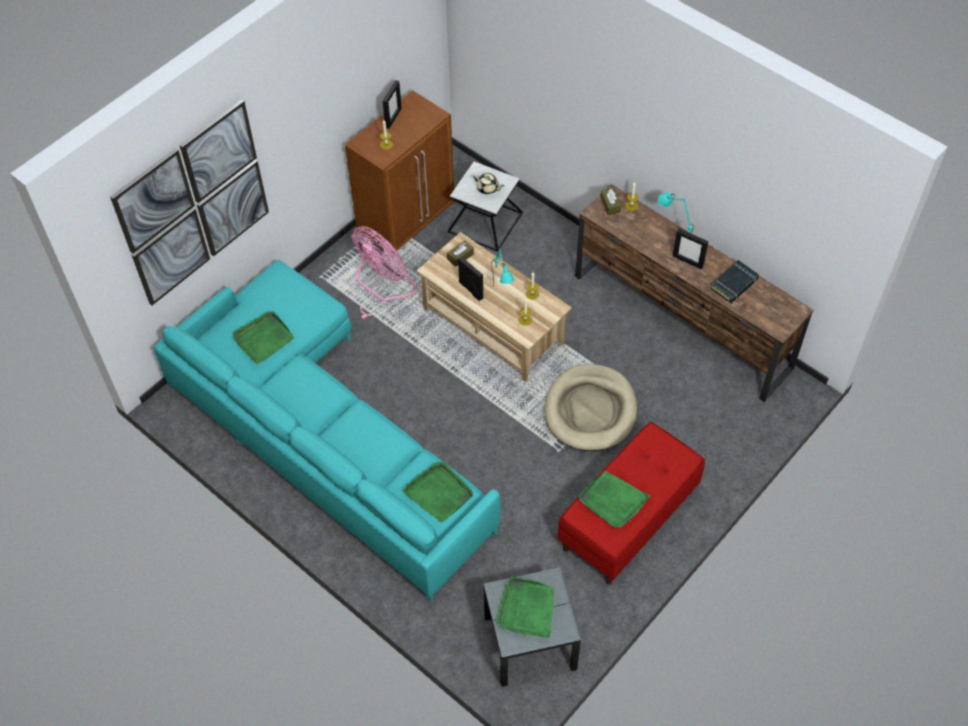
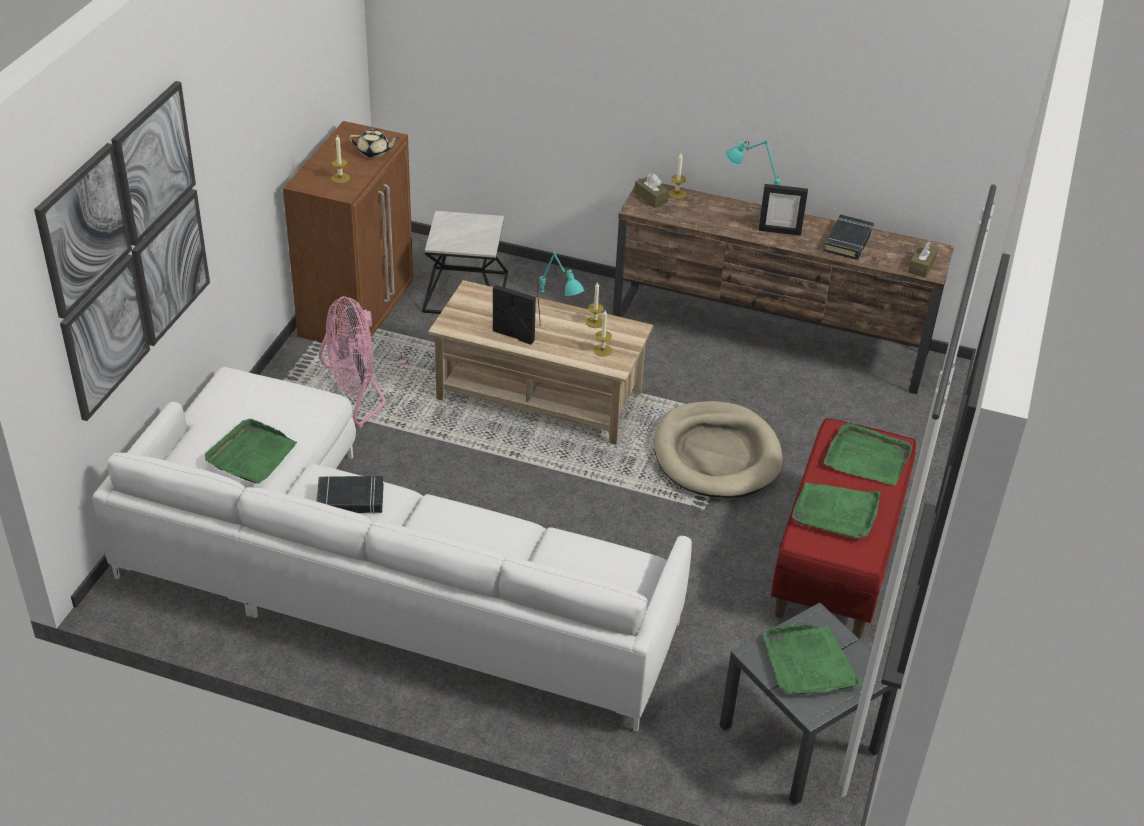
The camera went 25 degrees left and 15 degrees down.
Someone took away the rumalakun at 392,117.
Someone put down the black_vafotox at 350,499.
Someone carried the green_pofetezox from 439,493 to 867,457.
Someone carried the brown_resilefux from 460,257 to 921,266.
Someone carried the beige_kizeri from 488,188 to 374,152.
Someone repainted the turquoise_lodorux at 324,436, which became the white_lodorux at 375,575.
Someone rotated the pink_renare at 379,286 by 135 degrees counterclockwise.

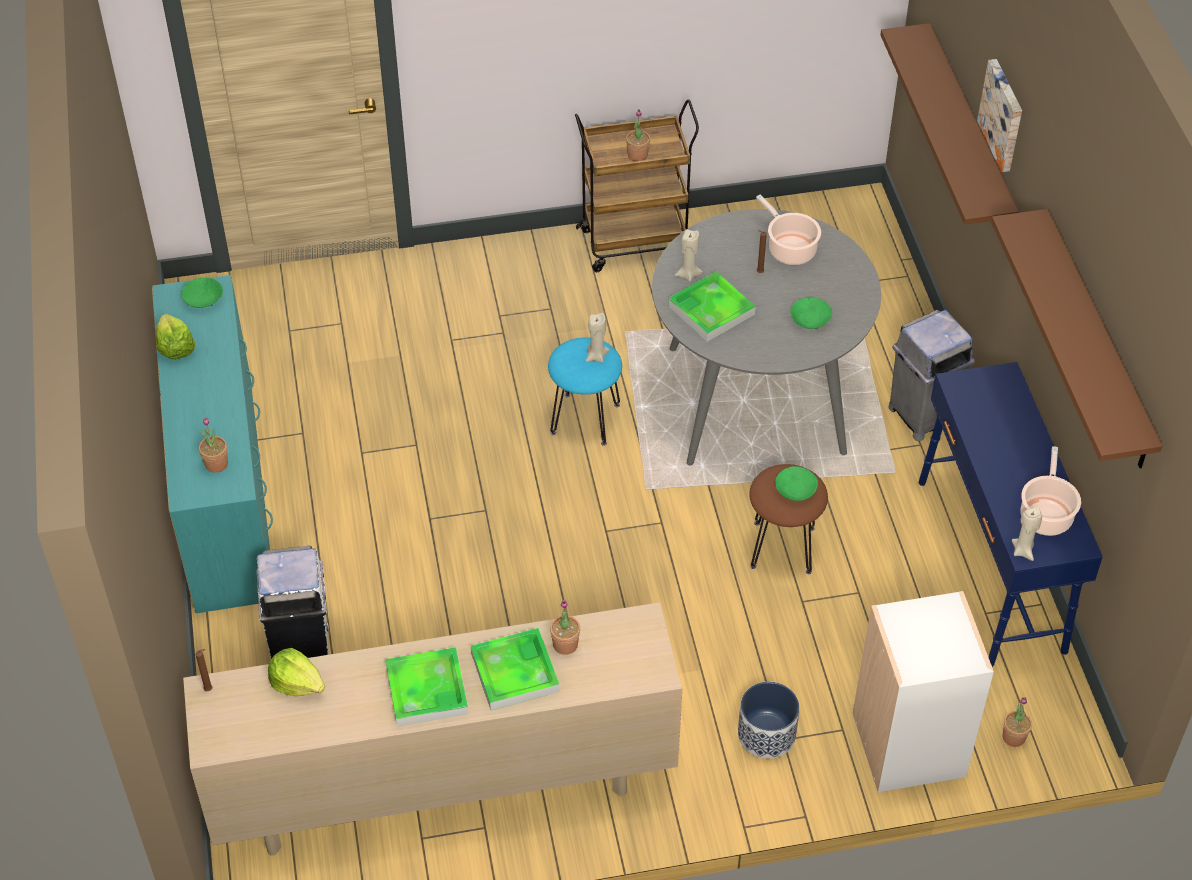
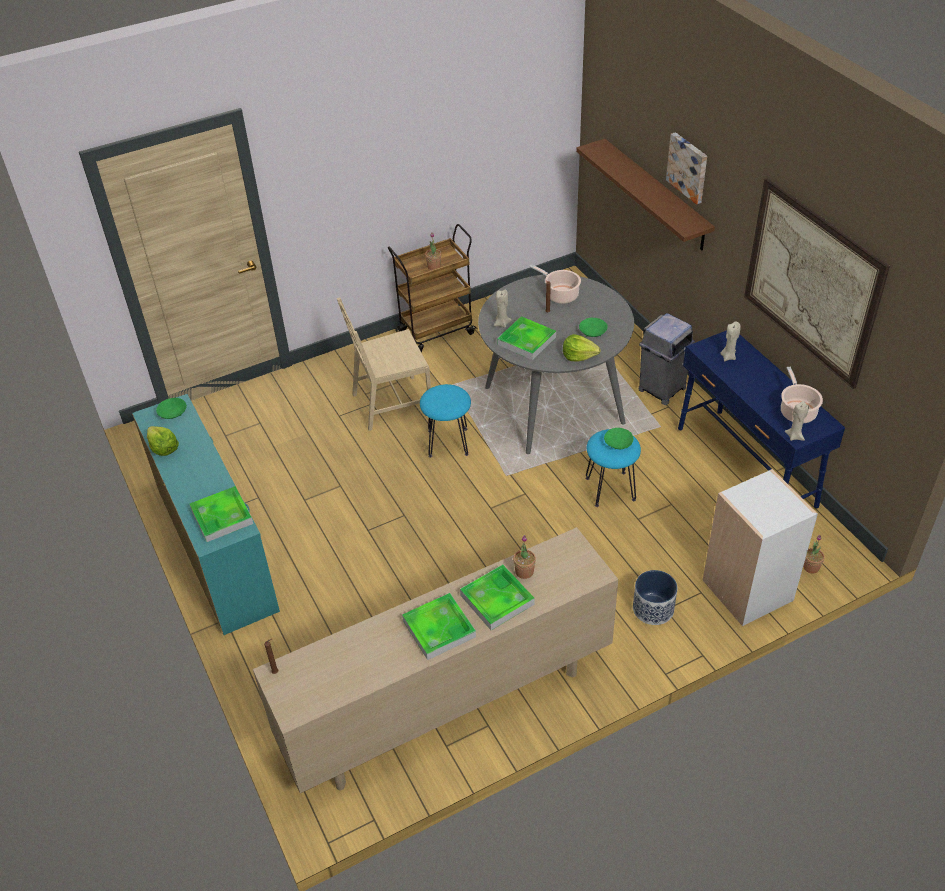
The camera went 15 degrees left and 5 degrees down.
Someone took away the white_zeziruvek at 302,650.
Someone put down the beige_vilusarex at 391,404.
Someone carried the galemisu from 297,683 to 579,356.
Someone carried the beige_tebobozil from 596,356 to 728,357.
Someone swapped the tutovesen at 216,464 for the pofetezox at 222,516.
Someone swapped the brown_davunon at 1096,341 for the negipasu at 811,282.
Someone repainted the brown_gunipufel at 782,547, which became the turquoise_gunipufel at 610,489.

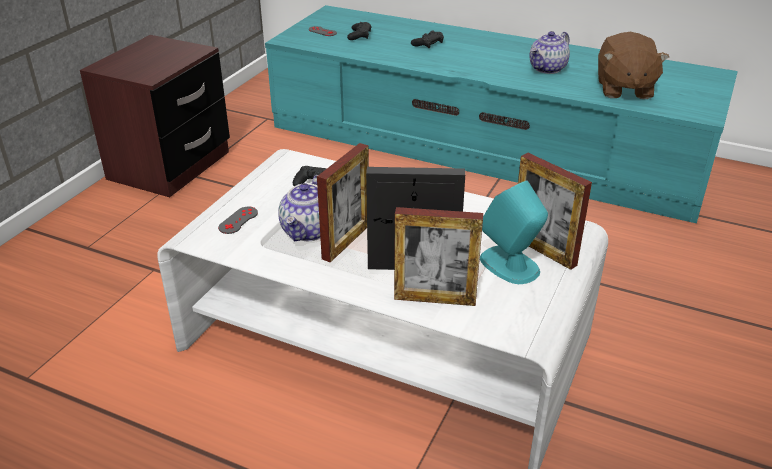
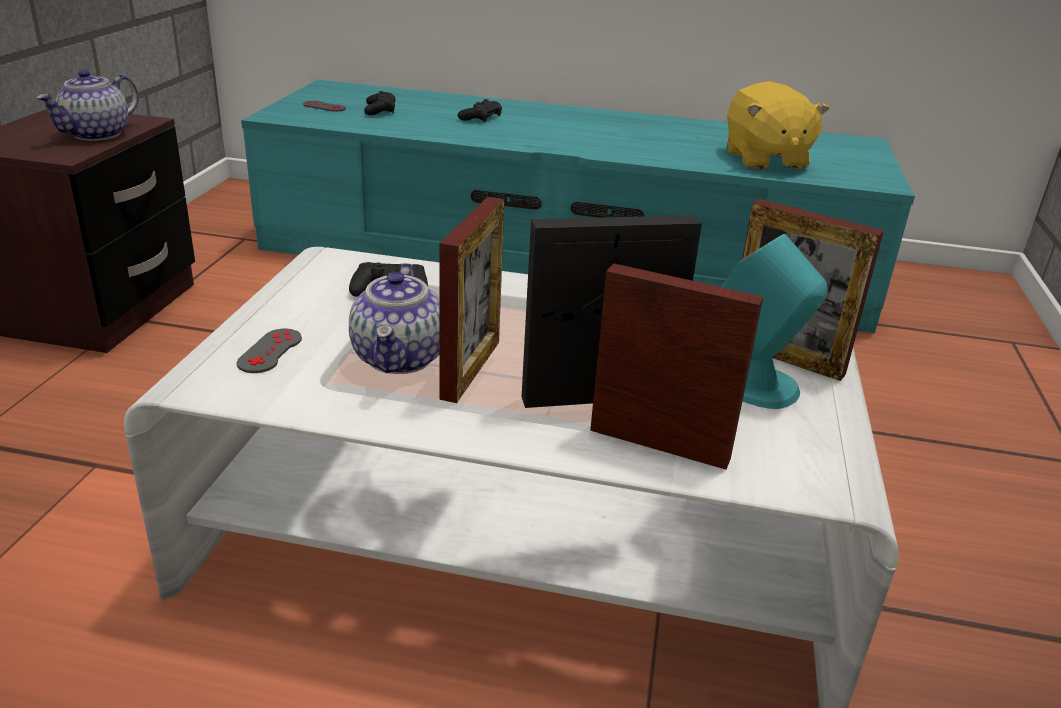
The camera went 15 degrees left and 5 degrees down.
Someone carried the kizeri from 548,69 to 97,134.
Someone repainted the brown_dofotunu at 623,89, which became the yellow_dofotunu at 765,159.
Someone rotated the rumalakun at 435,299 by 150 degrees counterclockwise.

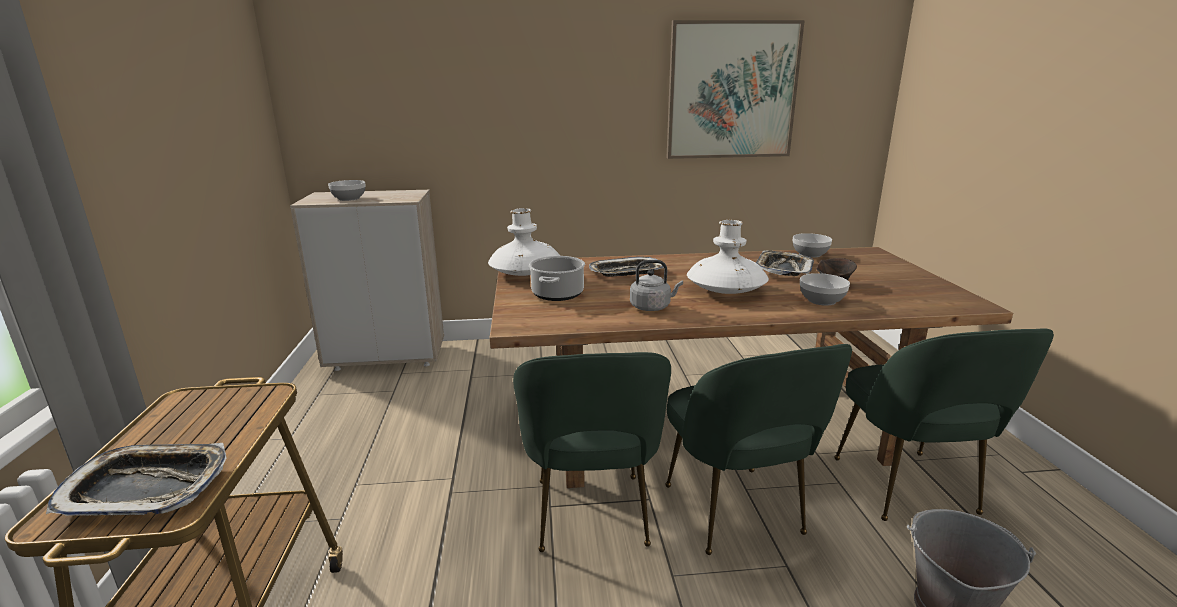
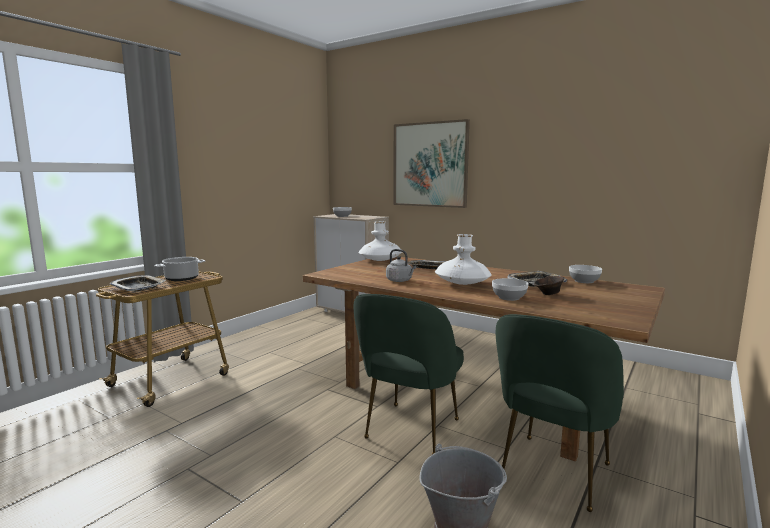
The camera went 40 degrees right and 10 degrees down.
Someone took away the green_vilusarex at 591,521.
Someone carried the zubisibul from 558,294 to 181,278.
Someone carried the negipasu from 732,91 to 430,164.

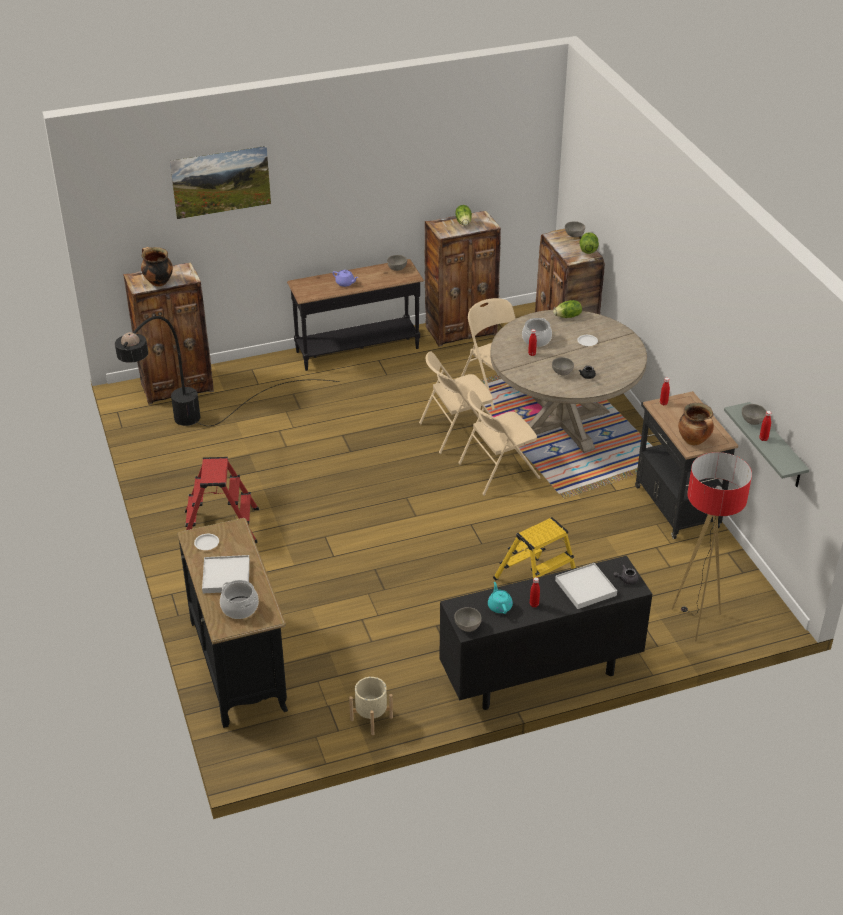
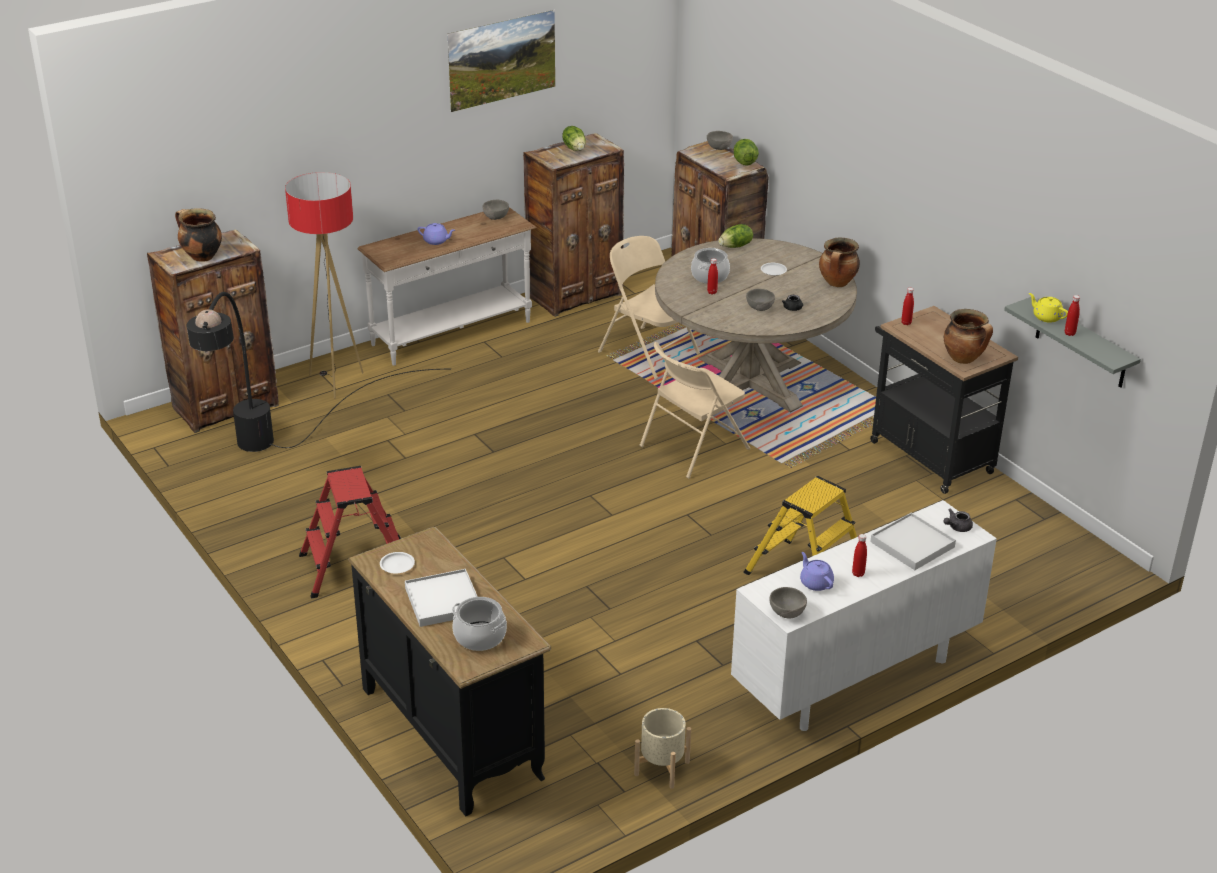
The camera went 15 degrees left and 5 degrees down.
Someone took away the beige_vilusarex at 457,431.
Someone put down the zubisibul at 837,283.
Someone carried the negipasu from 223,197 to 503,80.
Someone carried the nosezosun from 695,621 to 335,381.
Someone swapped the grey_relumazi at 752,421 for the yellow_kizeri at 1046,317.
Someone repainted the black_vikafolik at 358,350, which became the white_vikafolik at 452,334.
Someone repainted the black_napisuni at 539,676, which became the white_napisuni at 855,678.
Someone repainted the turquoise_kizeri at 499,606, which became the purple_kizeri at 815,583.

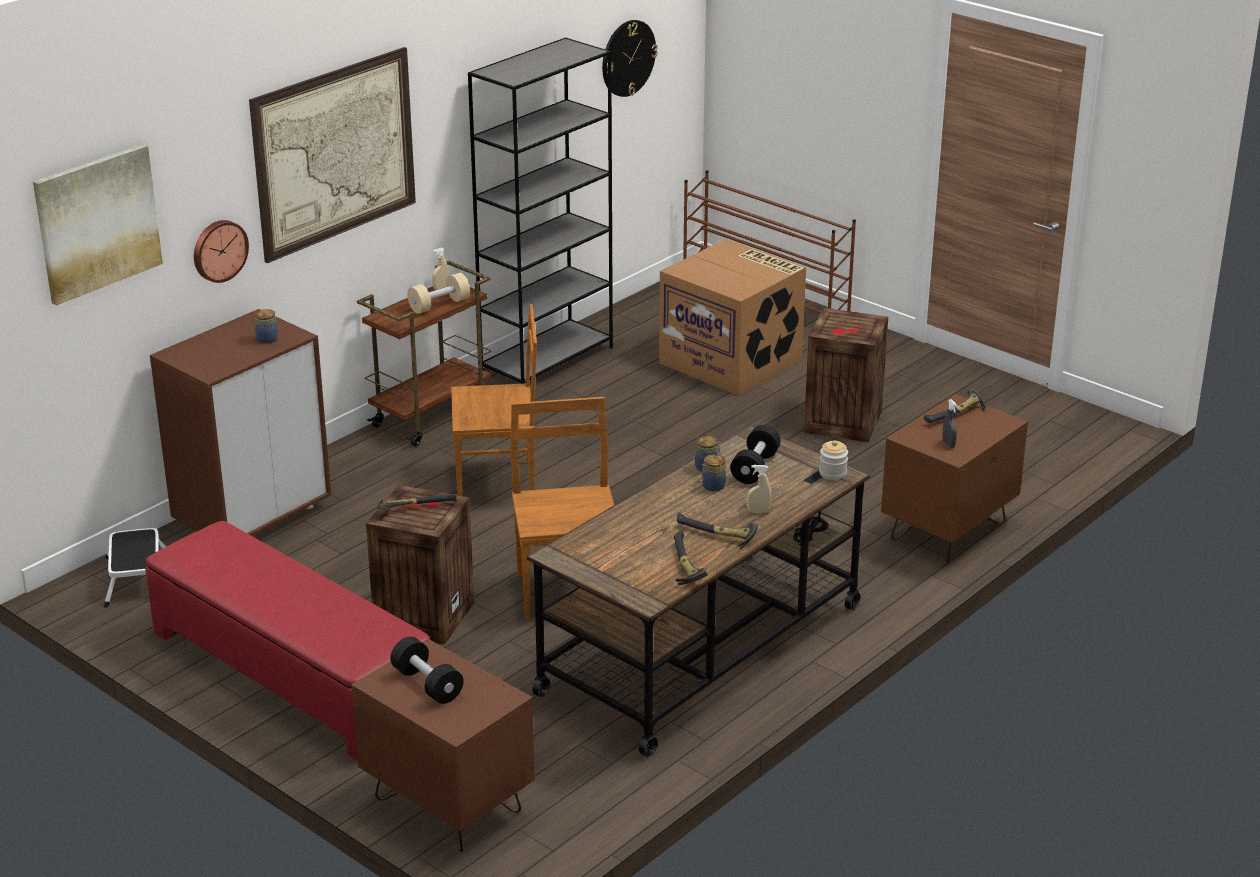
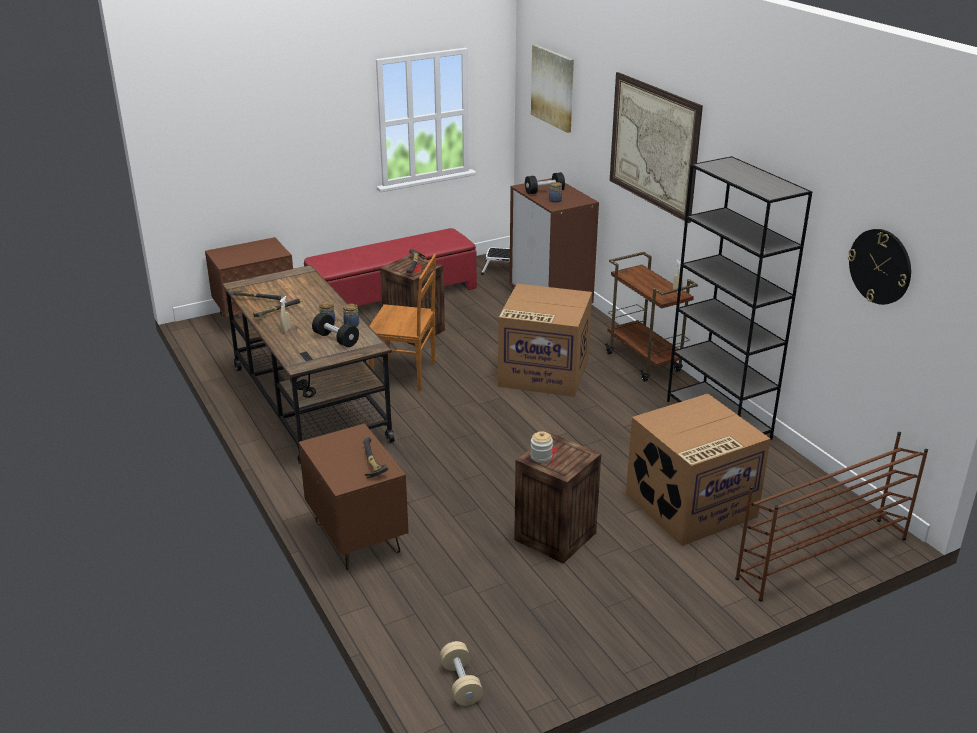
The camera went 110 degrees right and 0 degrees up.
Someone took away the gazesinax at 219,250.
Someone took away the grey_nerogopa at 948,444.
Someone carried the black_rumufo from 427,684 to 544,191.
Someone carried the beige_rumufo from 439,305 to 461,683.
Someone carried the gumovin from 832,473 to 541,457.
Someone swapped the brown_vilusarex at 498,484 for the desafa at 542,373.

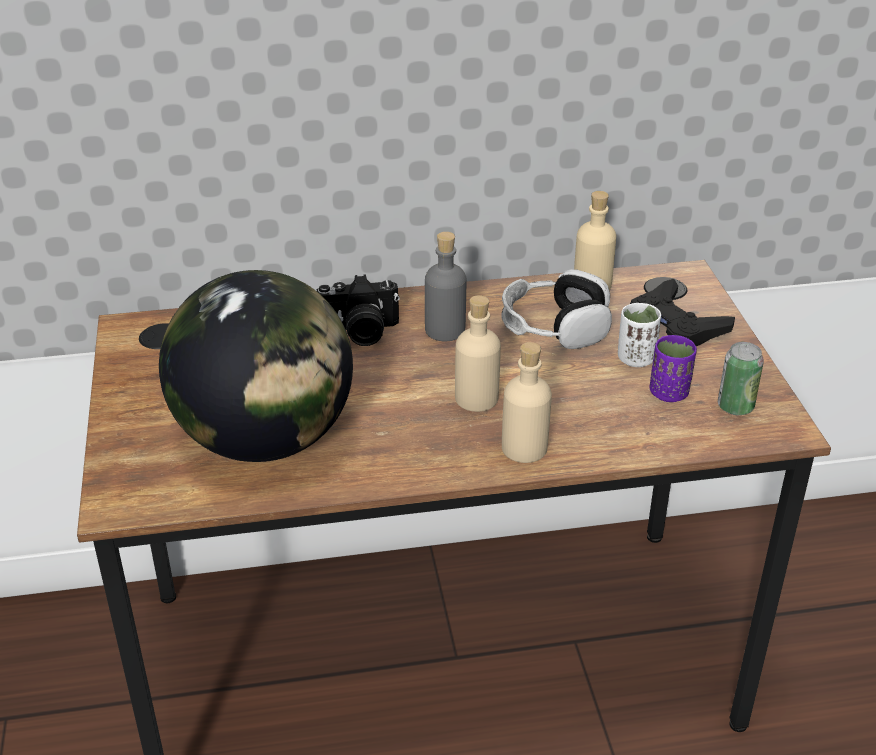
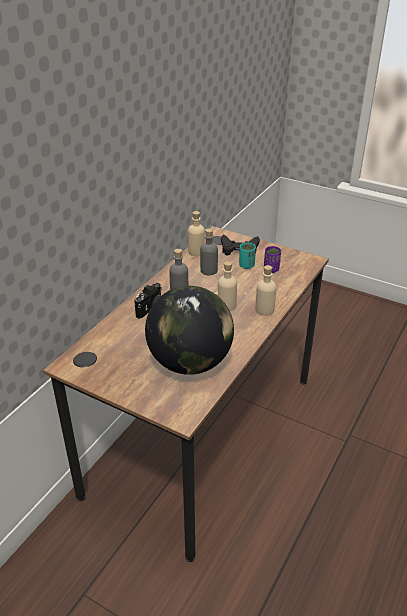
The camera went 50 degrees left and 0 degrees up.
Someone took away the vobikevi at 735,407.
Someone swapped the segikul at 554,327 for the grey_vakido at 209,270.
Someone repainted the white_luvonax at 636,359, which became the turquoise_luvonax at 246,265.

